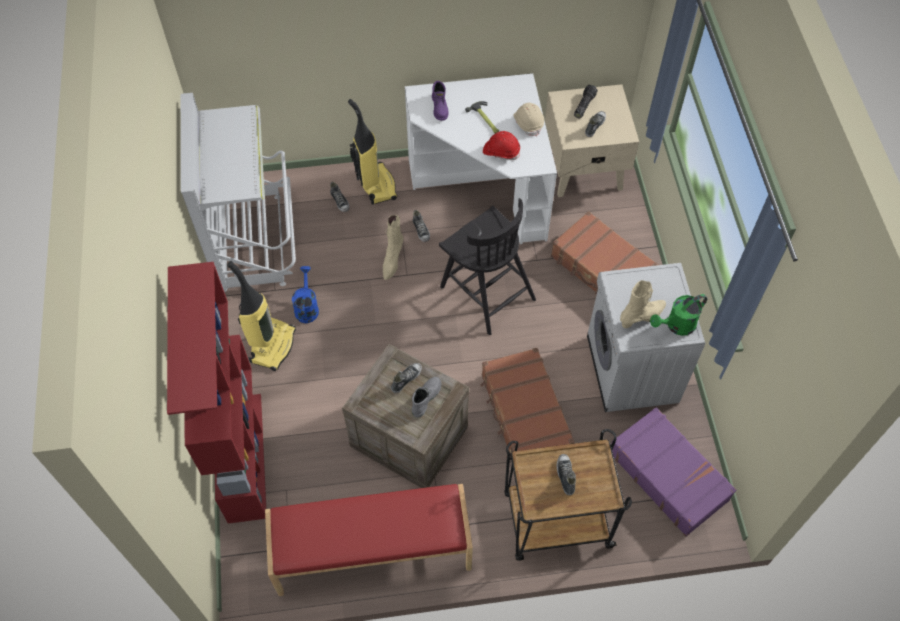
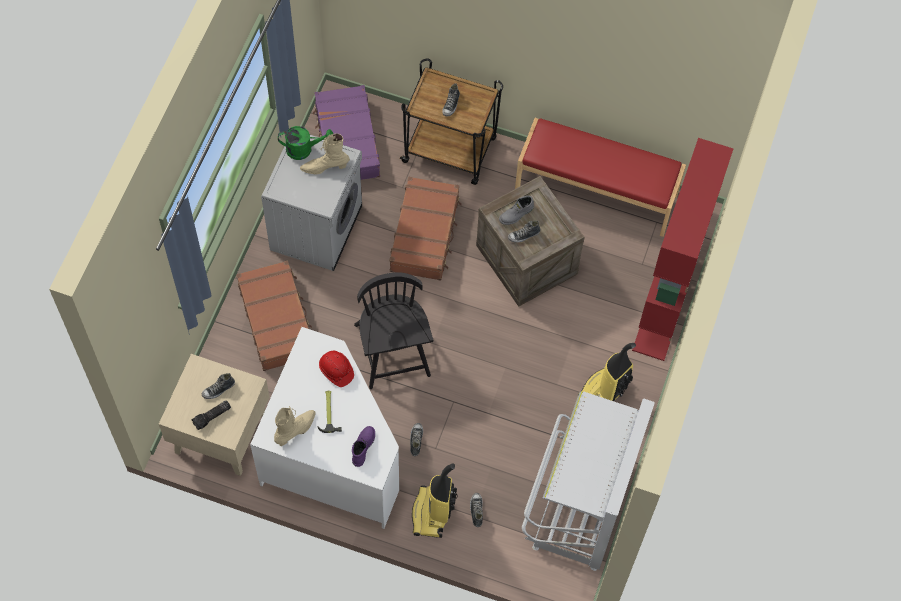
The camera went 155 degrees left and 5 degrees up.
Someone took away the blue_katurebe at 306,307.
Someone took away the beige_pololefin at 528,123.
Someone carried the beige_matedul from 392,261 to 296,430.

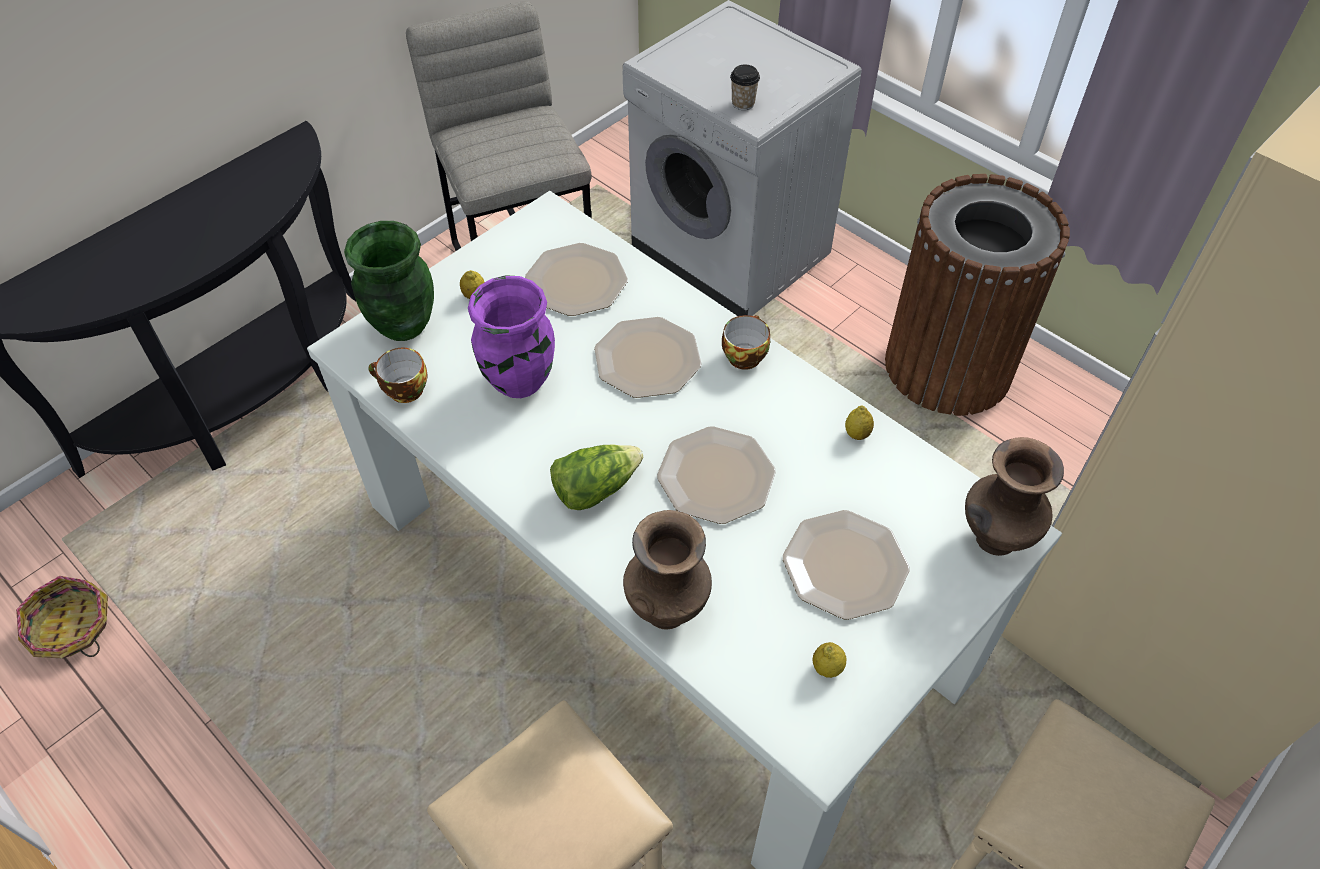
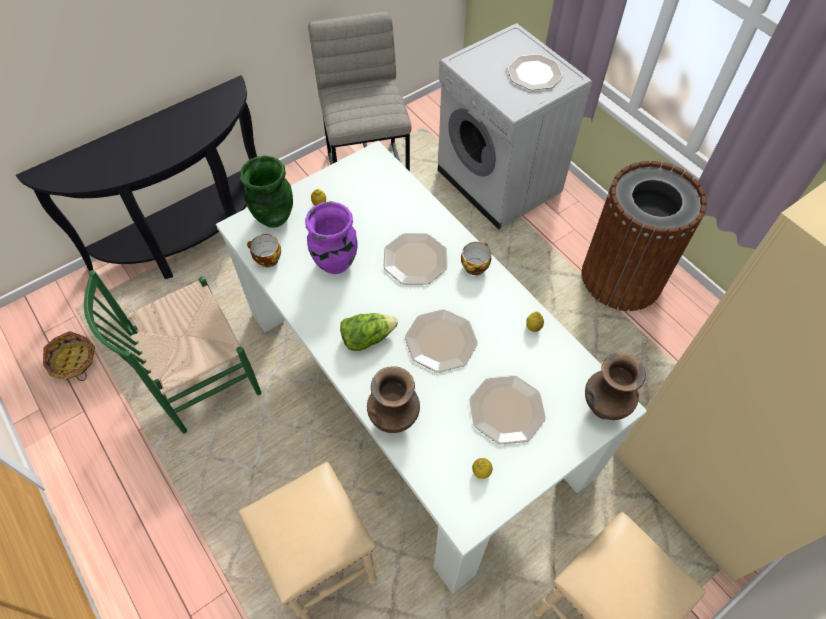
The camera went 10 degrees right and 5 degrees up.
Someone took away the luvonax at 743,103.
Someone put down the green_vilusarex at 200,379.
Someone carried the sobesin from 576,282 to 534,73.

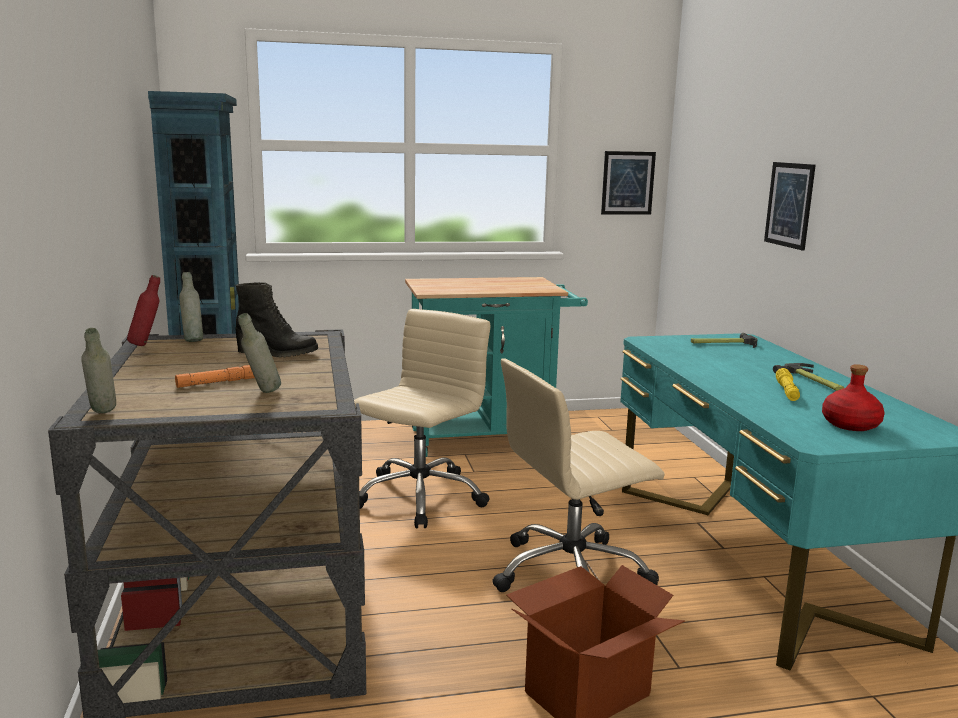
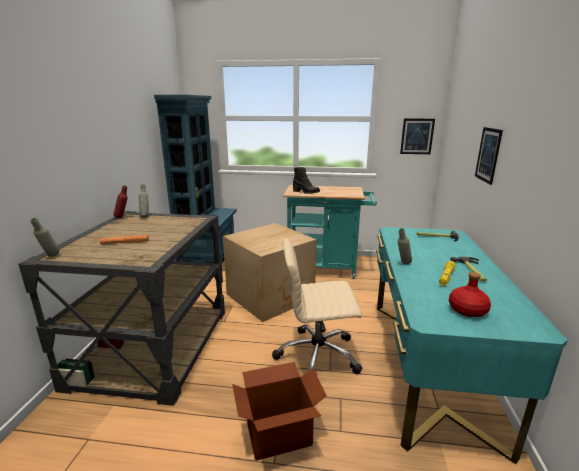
The camera went 20 degrees right and 5 degrees up.
Someone carried the black_matedul from 276,353 to 305,192.
Someone carried the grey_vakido from 261,393 to 402,264.
Someone swapped the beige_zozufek at 419,497 for the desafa at 271,296.

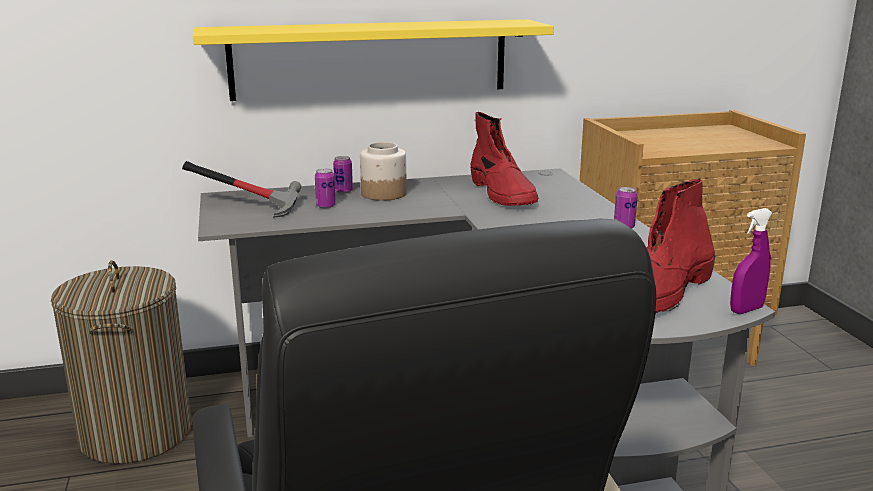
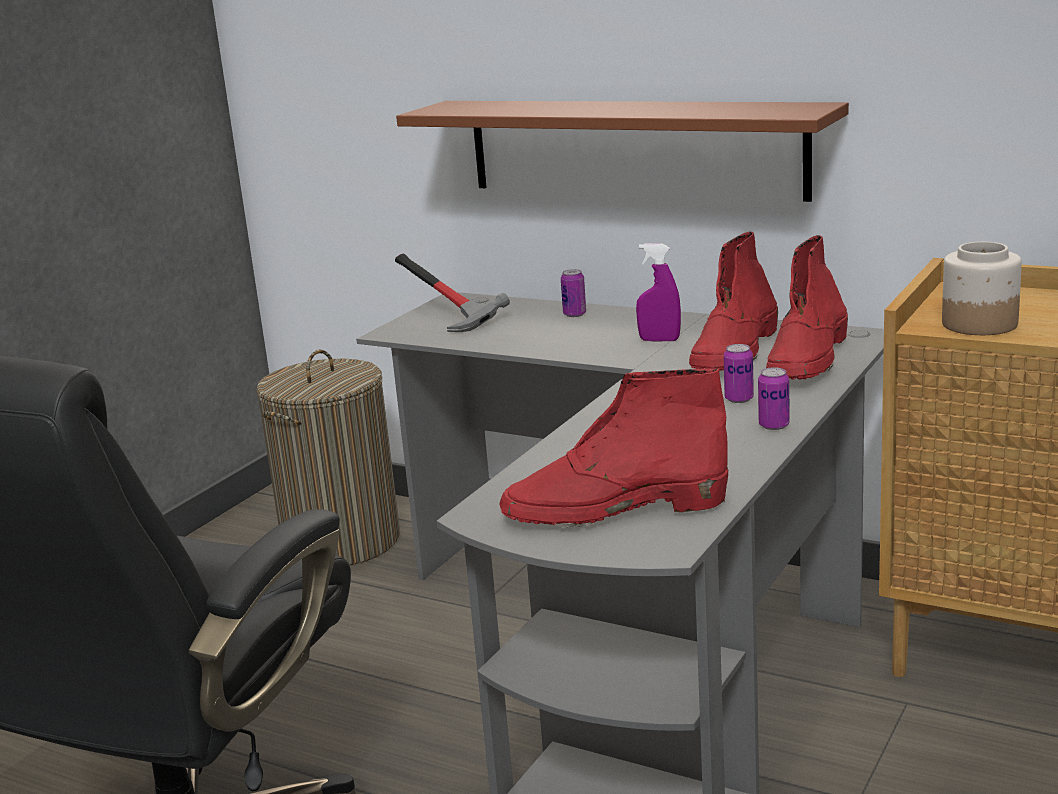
The camera went 45 degrees right and 0 degrees up.
Someone put down the red_matedul at 807,359.
Someone carried the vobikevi from 326,206 to 739,399.
Someone carried the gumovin from 383,194 to 978,324.
Someone carried the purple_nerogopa from 746,310 to 659,340.
Someone repainted the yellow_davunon at 370,59, which became the brown_davunon at 633,148.

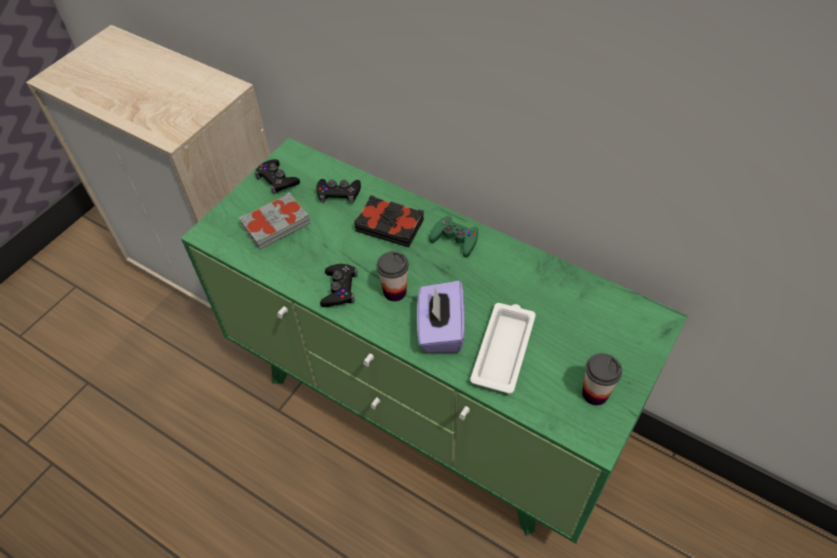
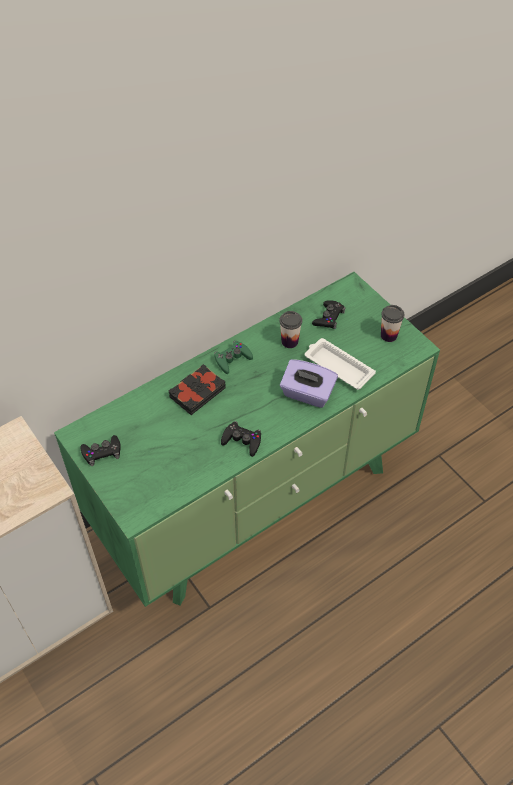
The camera went 70 degrees left and 0 degrees up.
Someone took away the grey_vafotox at 275,224.
Someone carried the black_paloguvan from 339,194 to 329,318.
Someone carried the luvonax from 394,292 to 289,341.

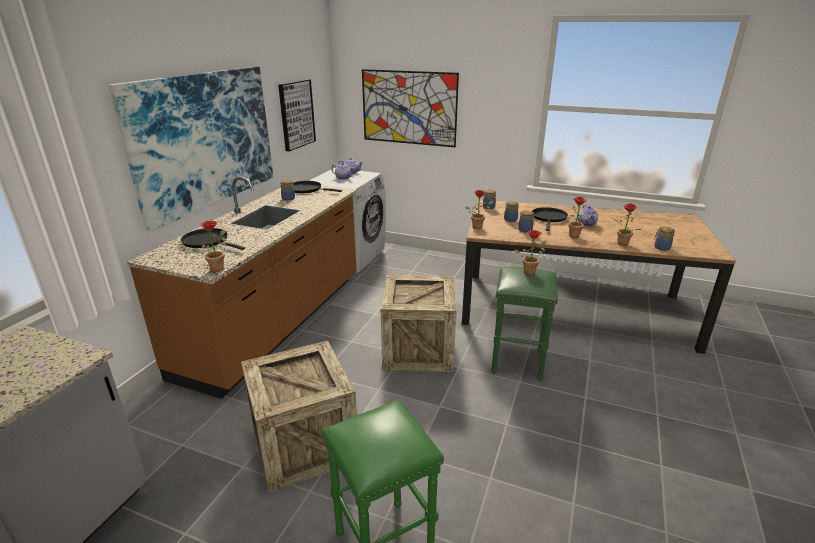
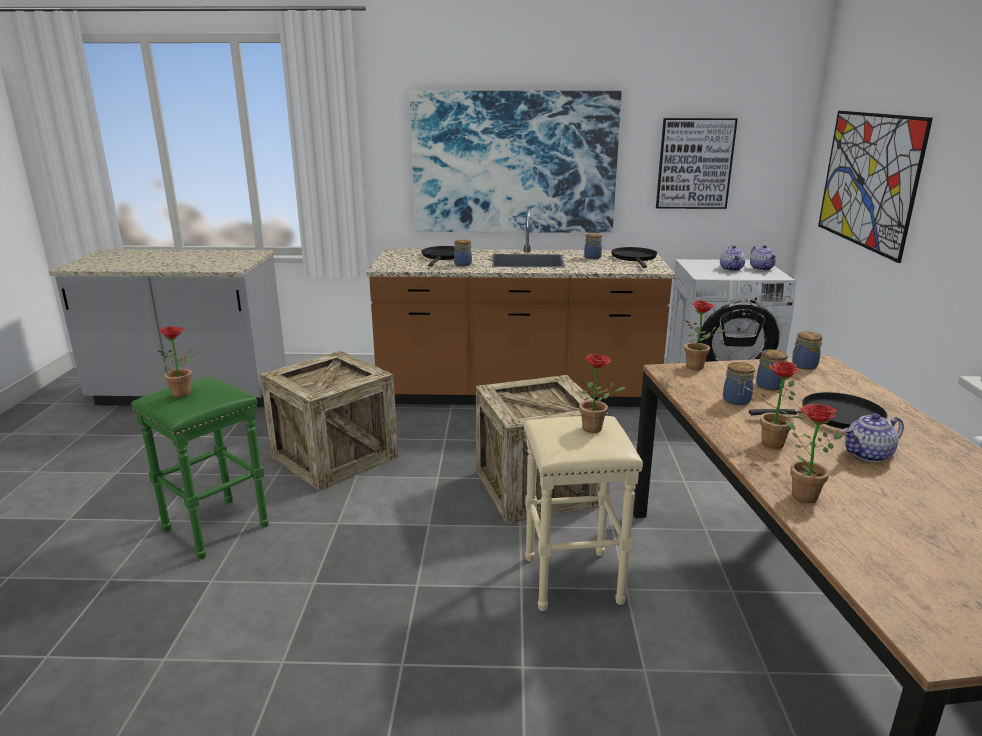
The camera went 70 degrees right and 5 degrees down.
Someone carried the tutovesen from 218,268 to 186,393.
Someone carried the gumovin from 661,248 to 463,264.
Someone repainted the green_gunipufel at 516,362, which became the beige_gunipufel at 570,578.

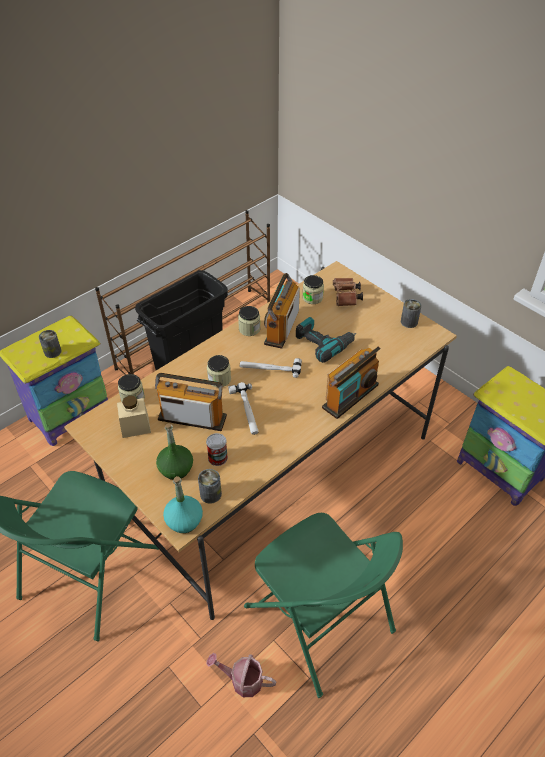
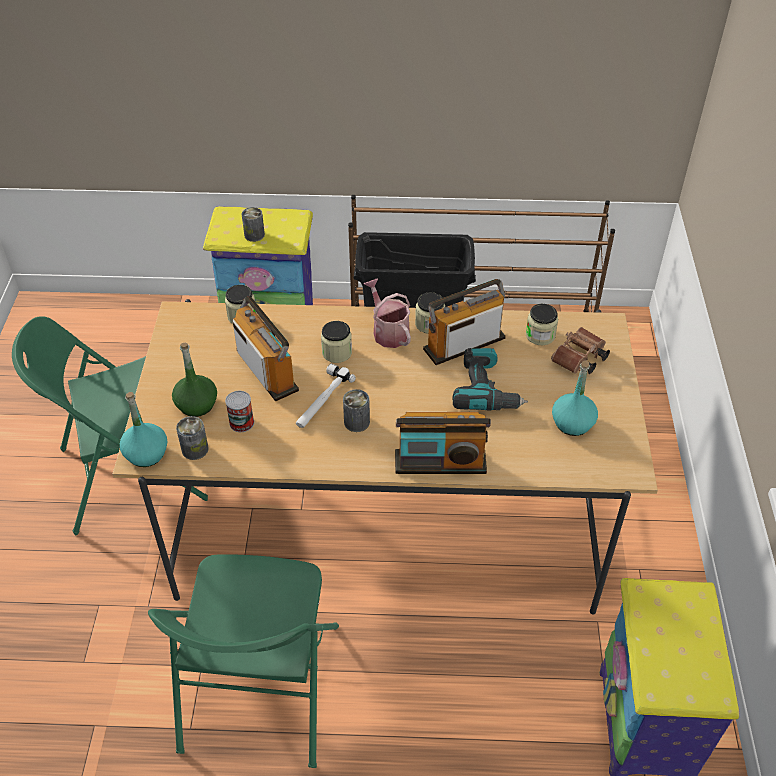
The camera went 45 degrees right and 0 degrees up.
Someone took away the beige_gumovin at 135,426.
Someone took away the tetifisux at 270,368.
Someone put down the turquoise_vakido at 572,423.
Someone carried the katurebe from 242,680 to 388,331.
Someone carried the vobikevi from 409,322 to 356,422.

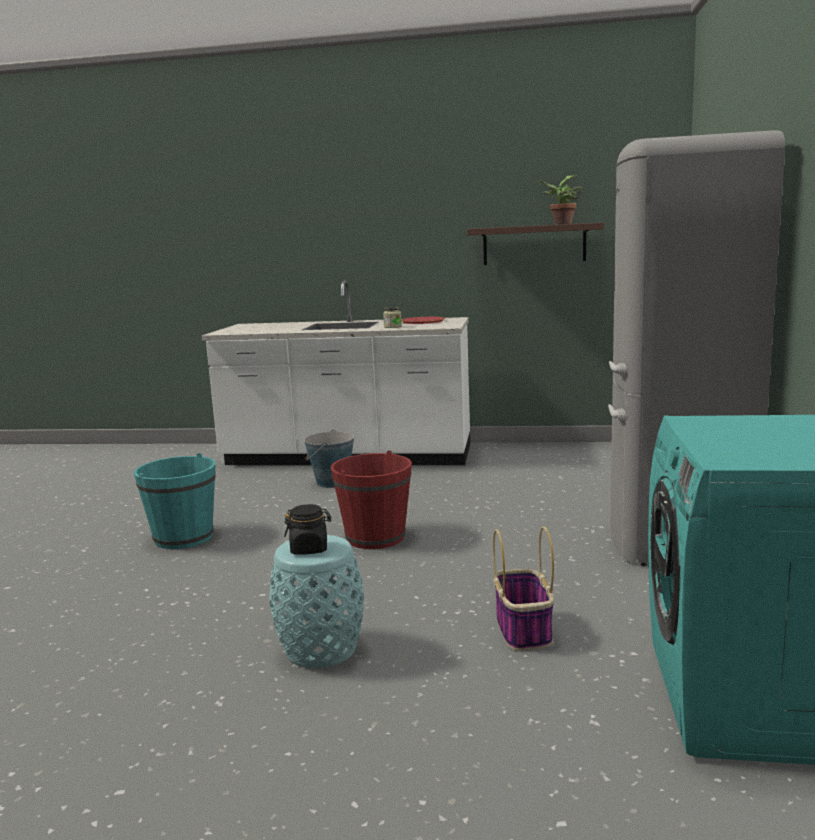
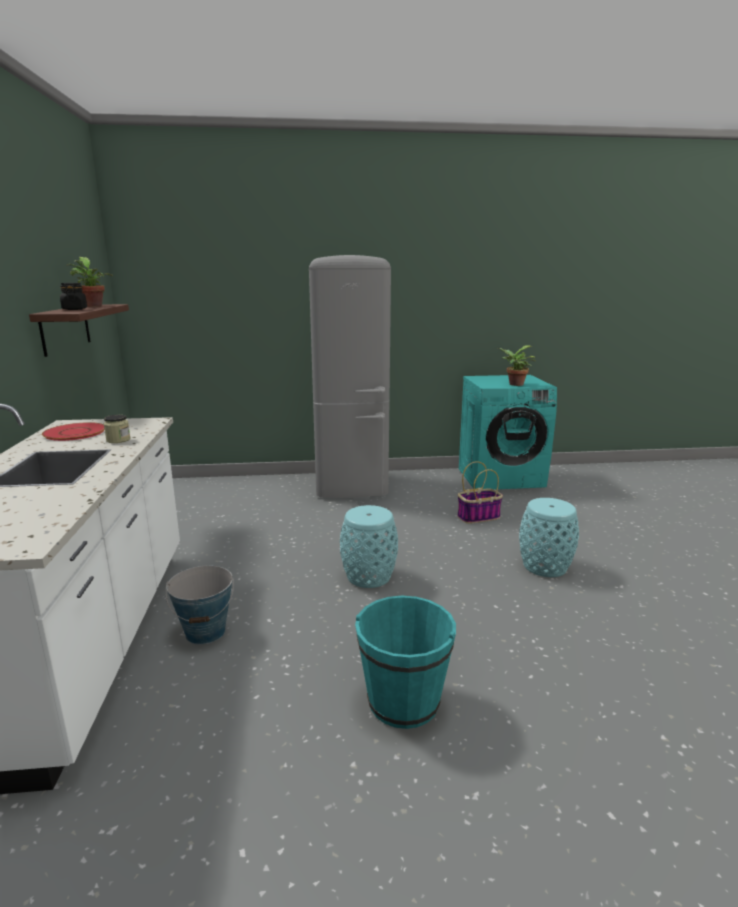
The camera went 105 degrees left and 5 degrees up.
Someone put down the tutovesen at 514,384.
Someone carried the black_gumovin from 309,549 to 75,309.
Someone swapped the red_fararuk at 375,537 for the turquoise_gunipufel at 368,576.

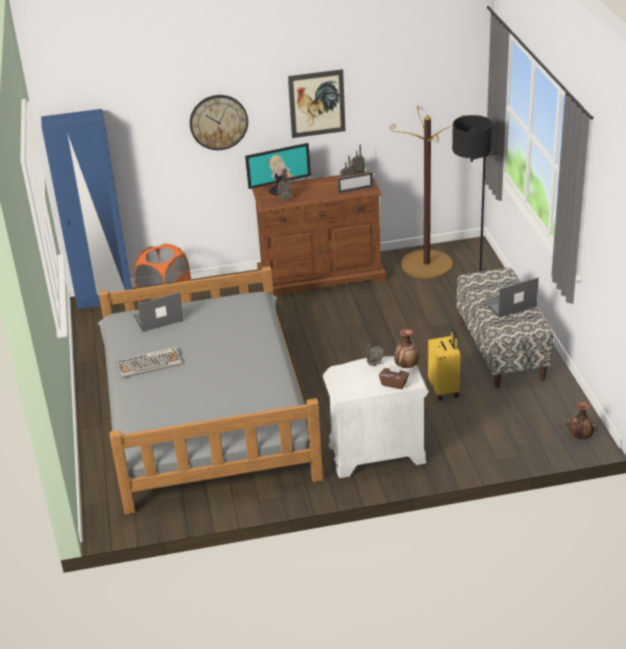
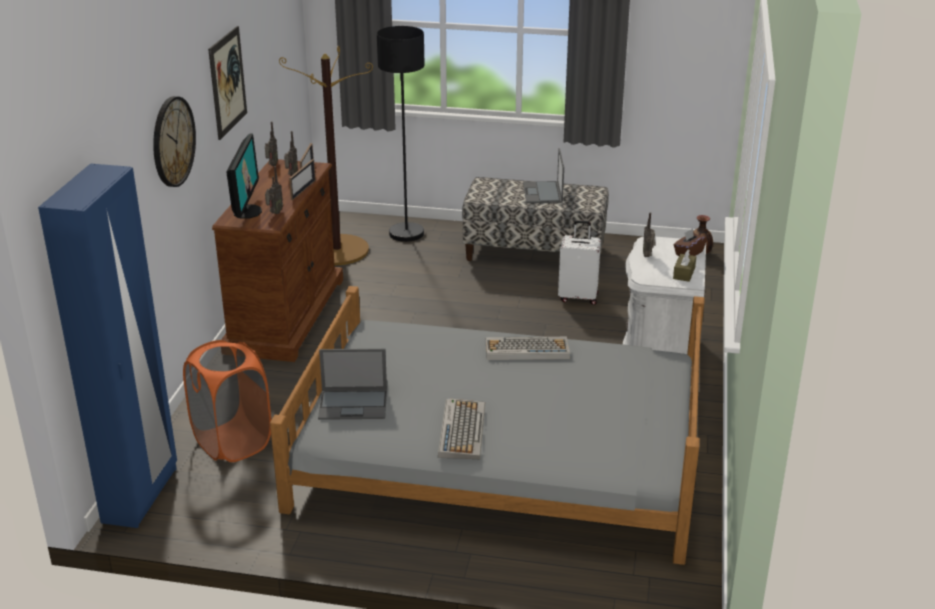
The camera went 70 degrees left and 5 degrees down.
Someone took away the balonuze at 406,366.
Someone put down the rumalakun at 303,190.
Someone put down the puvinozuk at 526,350.
Someone put down the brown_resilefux at 684,273.
Someone repainted the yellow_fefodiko at 444,389, which became the white_fefodiko at 578,297.
Someone rotated the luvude at 157,318 by 90 degrees counterclockwise.

